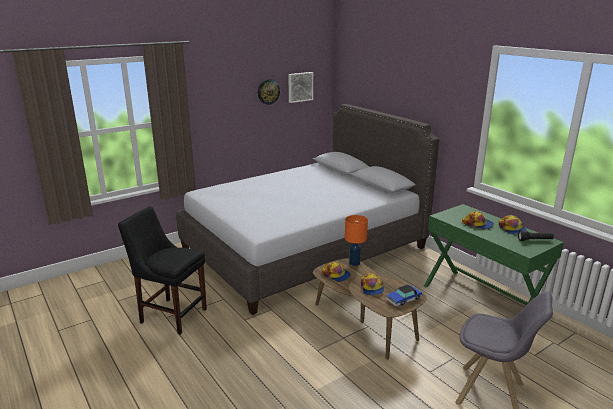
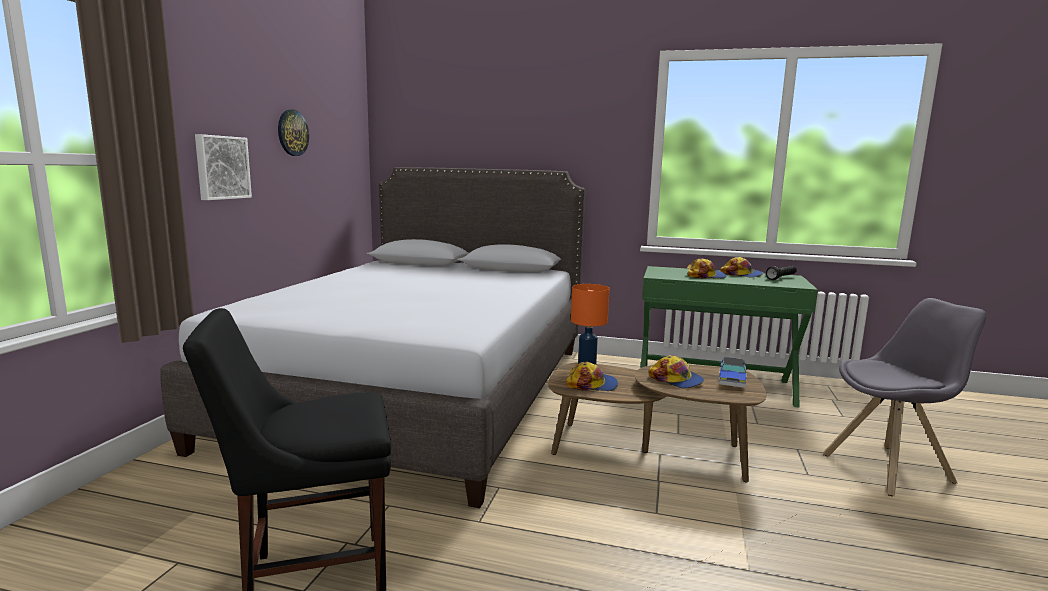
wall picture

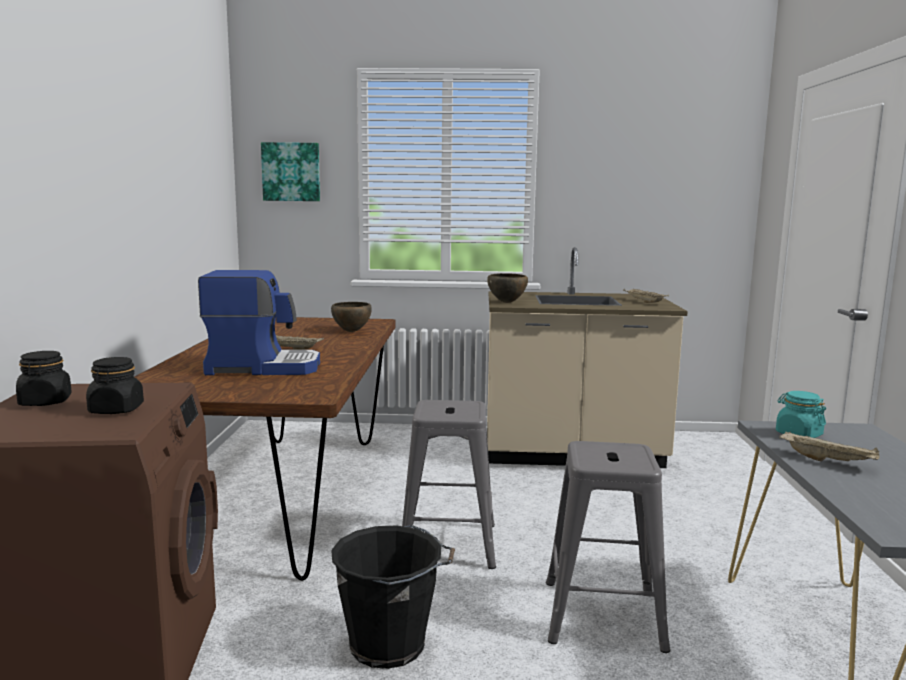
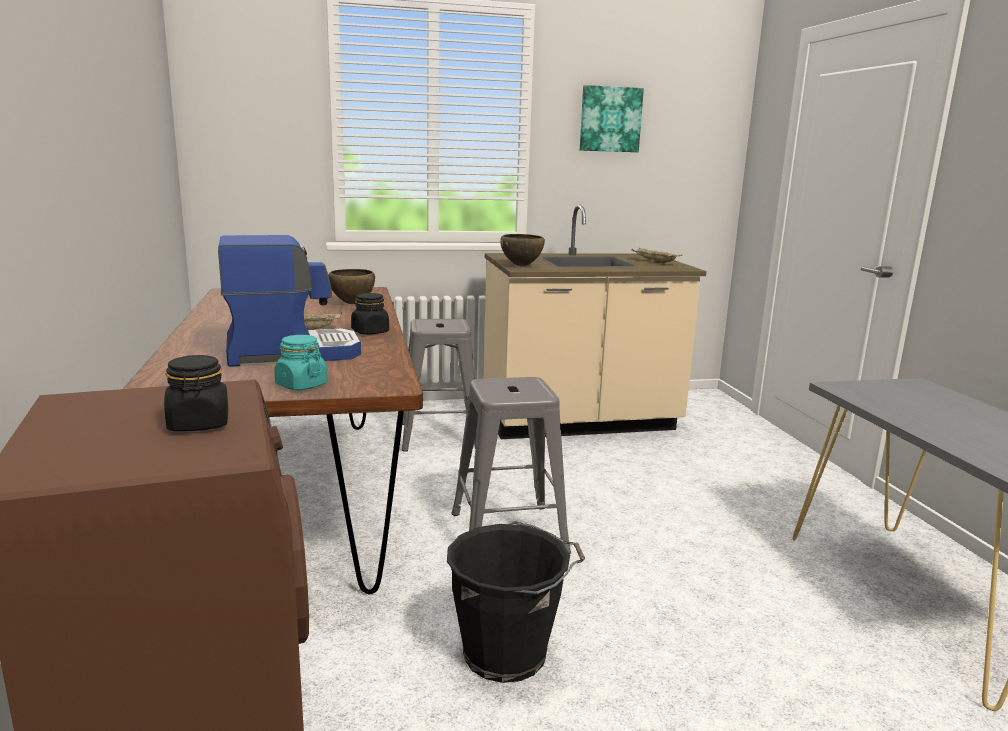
jar (black) (no. 2 from left)
wall picture
stool (greyish) (no. 1 from left)
jar (turquoise-coloured)
carrying tray (beige) (no. 3 from left in the first image)

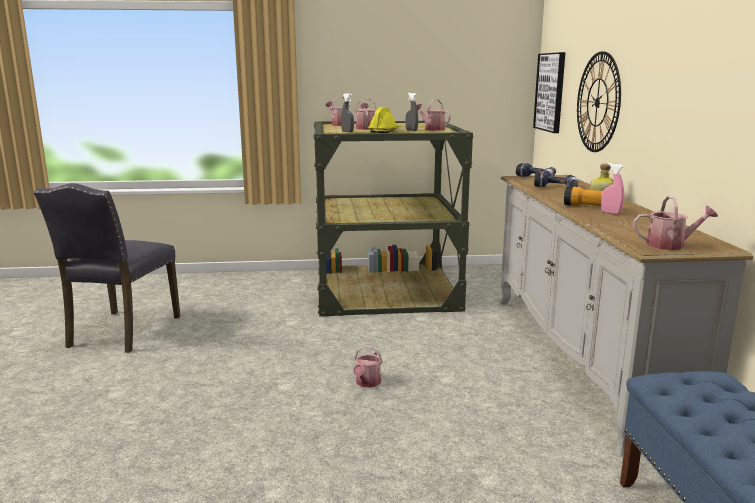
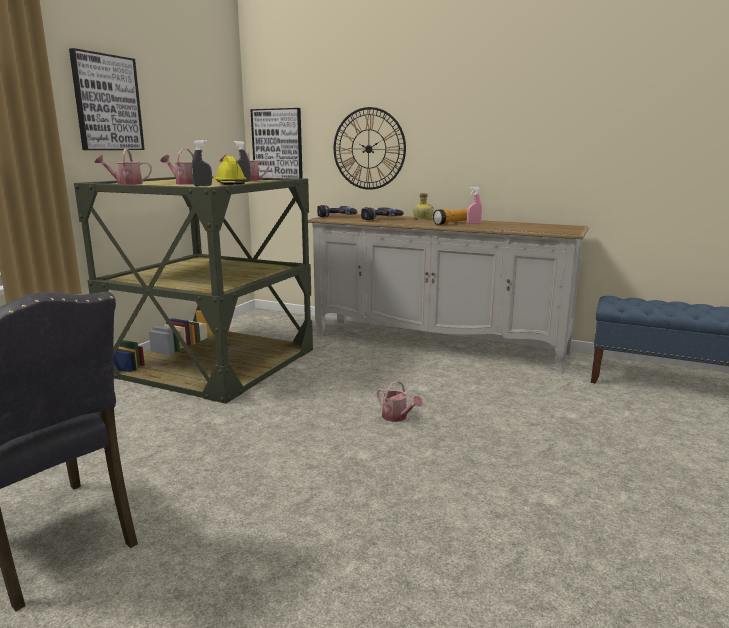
watering pot (no. 5 from left in the first image)
wall picture (no. 1 from left)

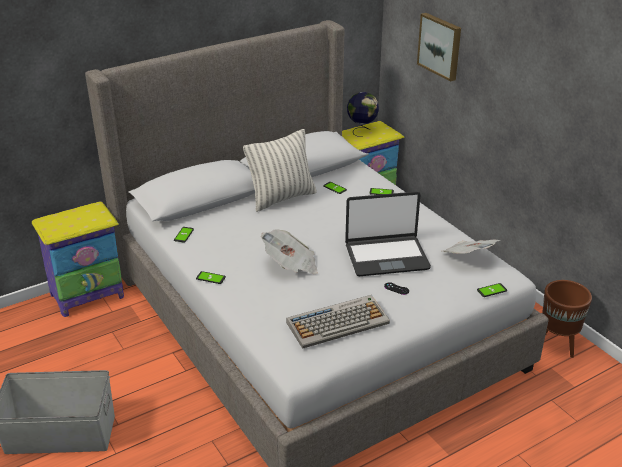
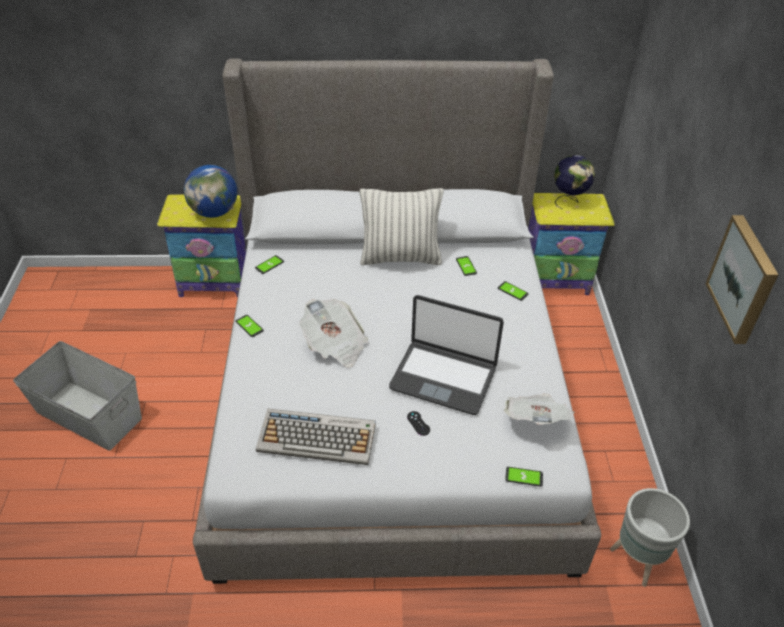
wall picture
planter (greyish)
globe (no. 1 from left)

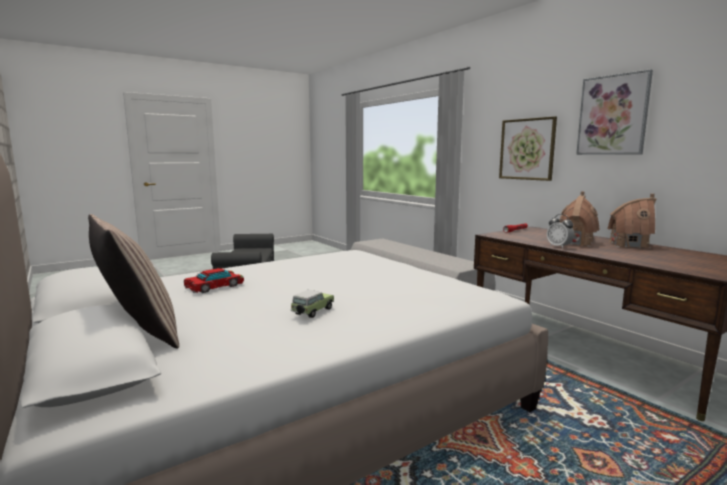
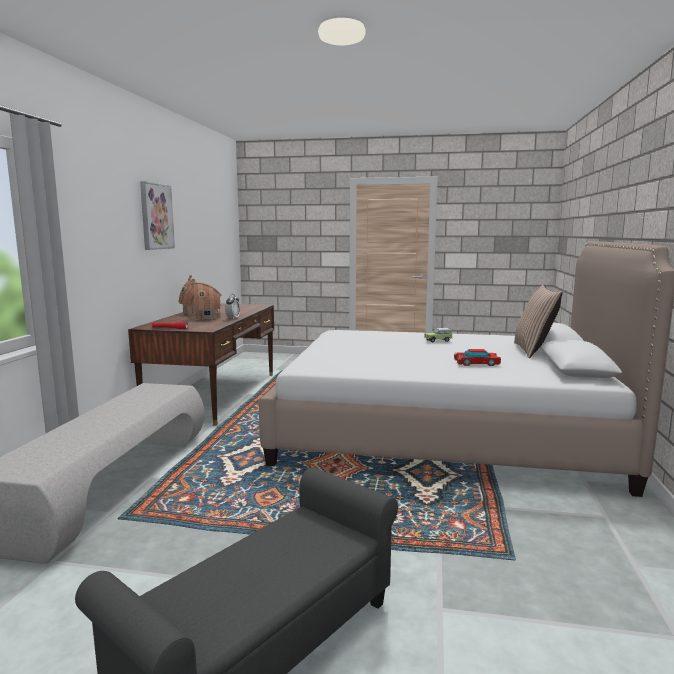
wall picture (no. 1 from left in the first image)

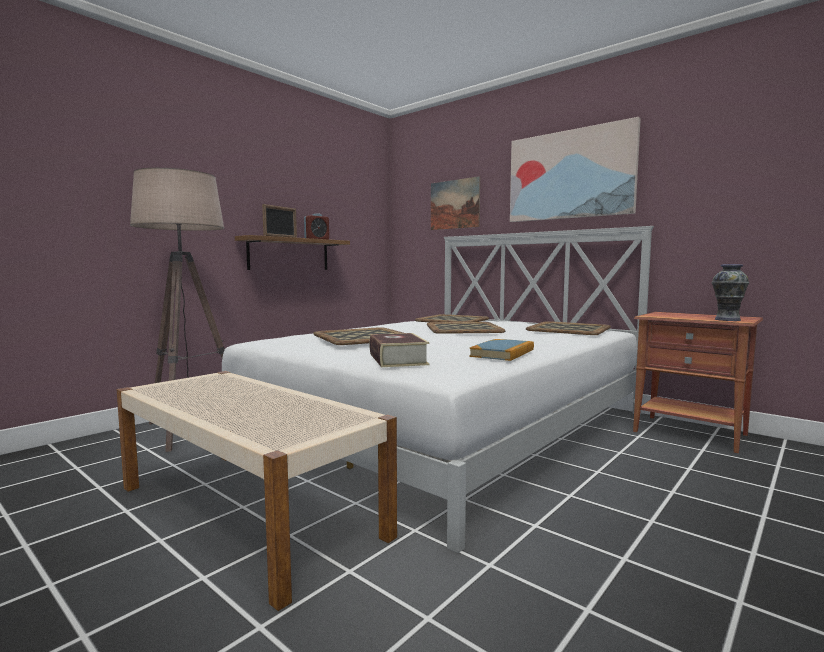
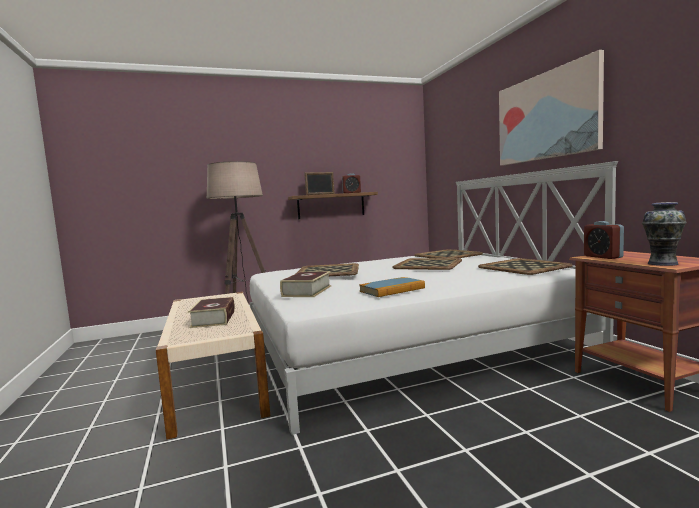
wall picture (no. 1 from left in the first image)
book (no. 1 from left)
bedside clock (no. 2 from left)

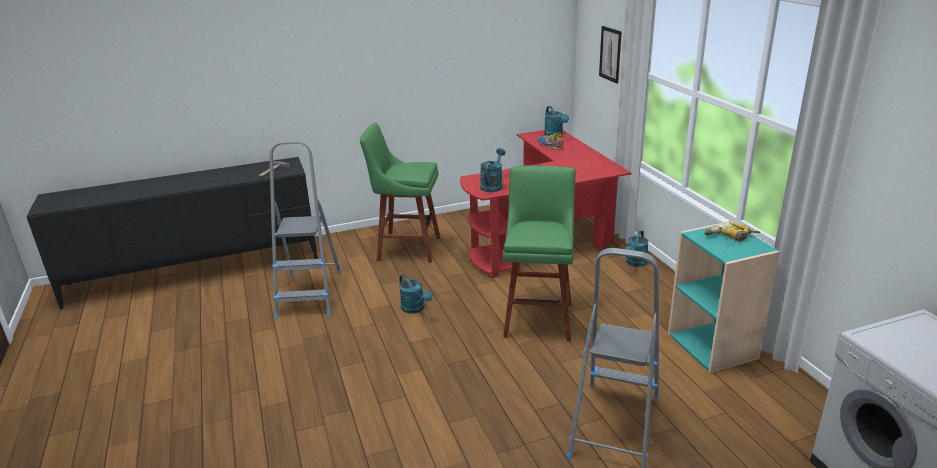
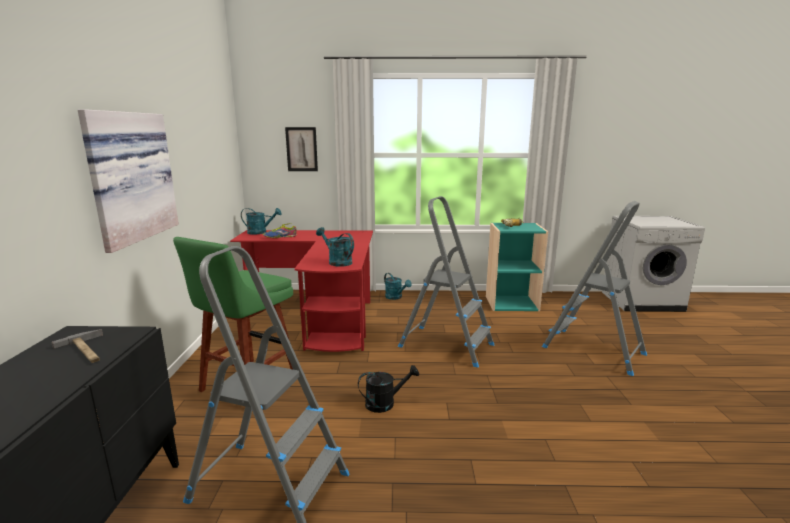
watering pot (black)
step stool (greyish) (no. 2 from left)
wall picture (no. 1 from left)

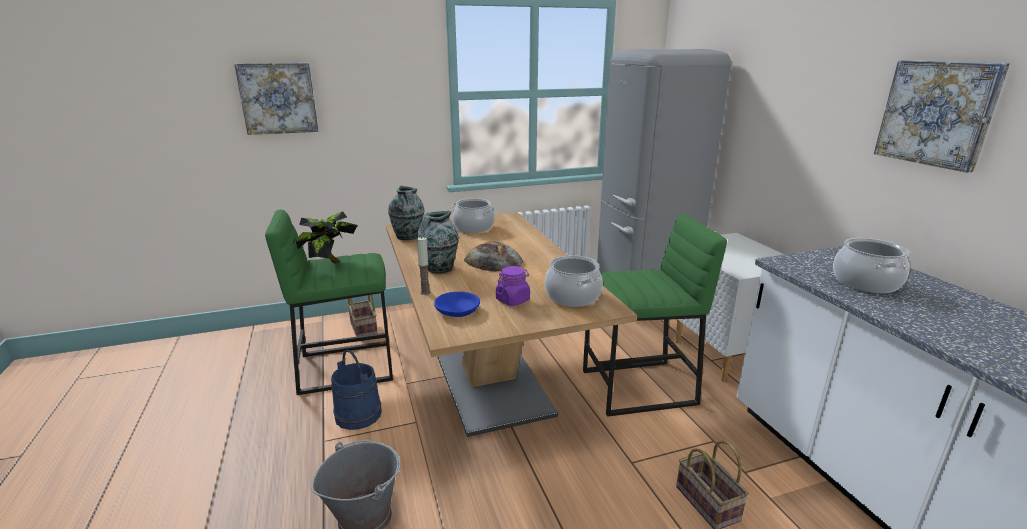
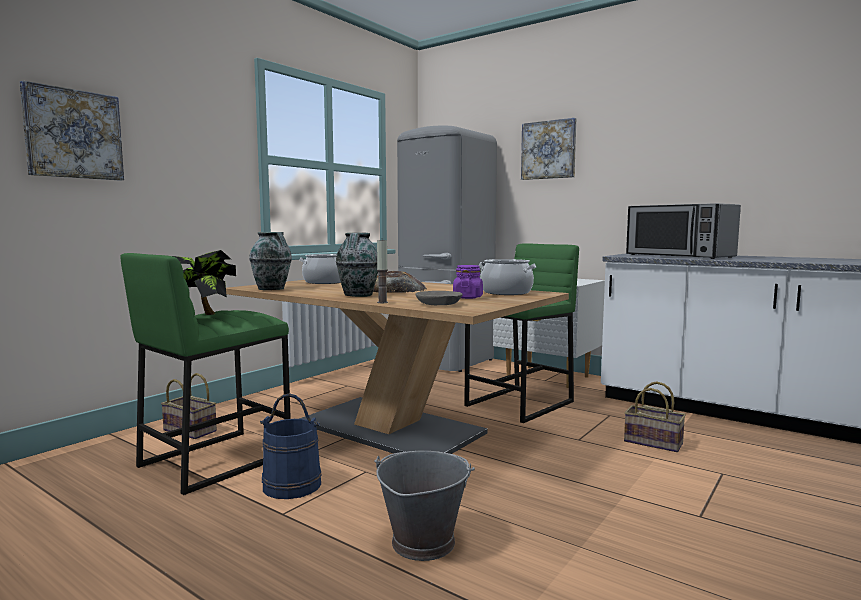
deep dish (greyish)
kitchen microwave
wall picture (no. 2 from left)

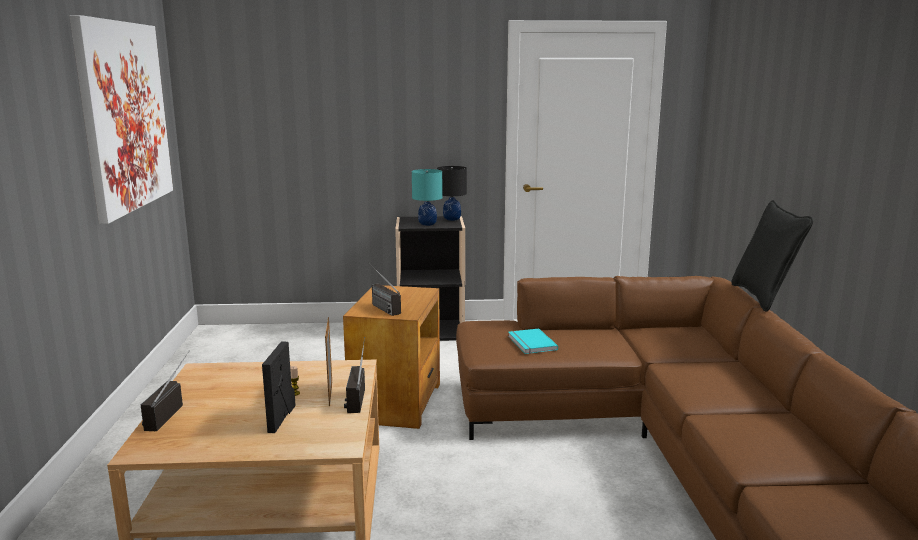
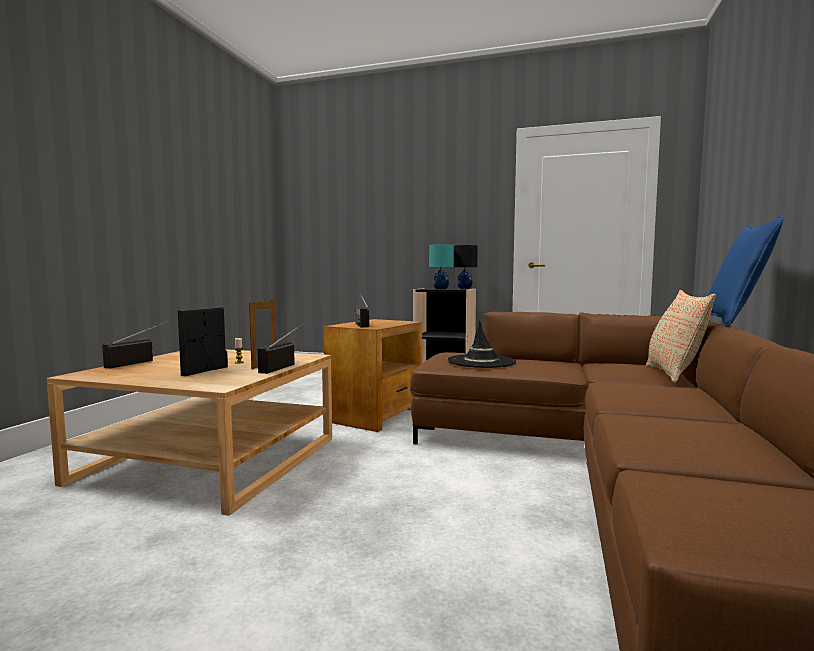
wall picture
clothing hat (black)
pillow (blue-coloured)
pillow (beige)

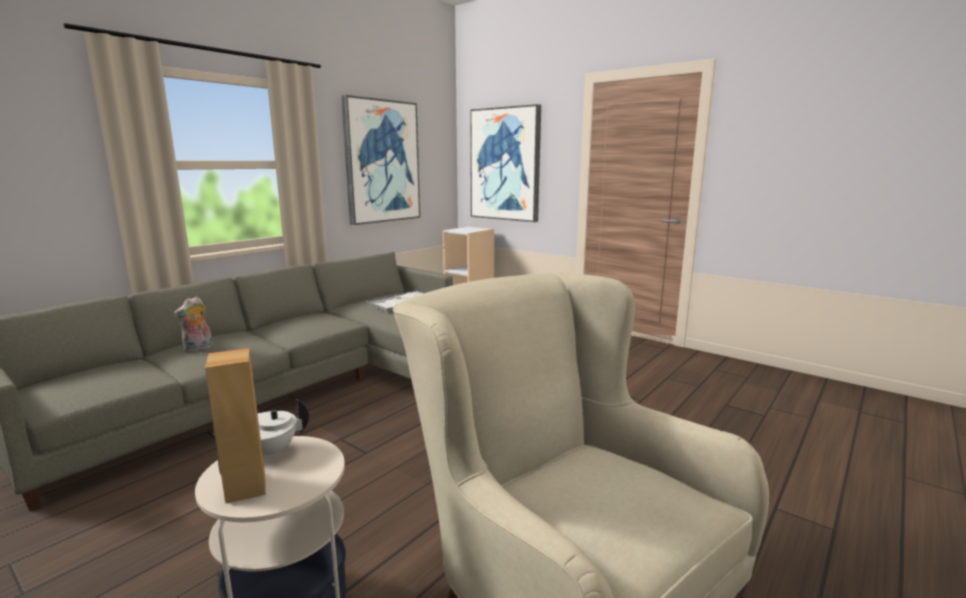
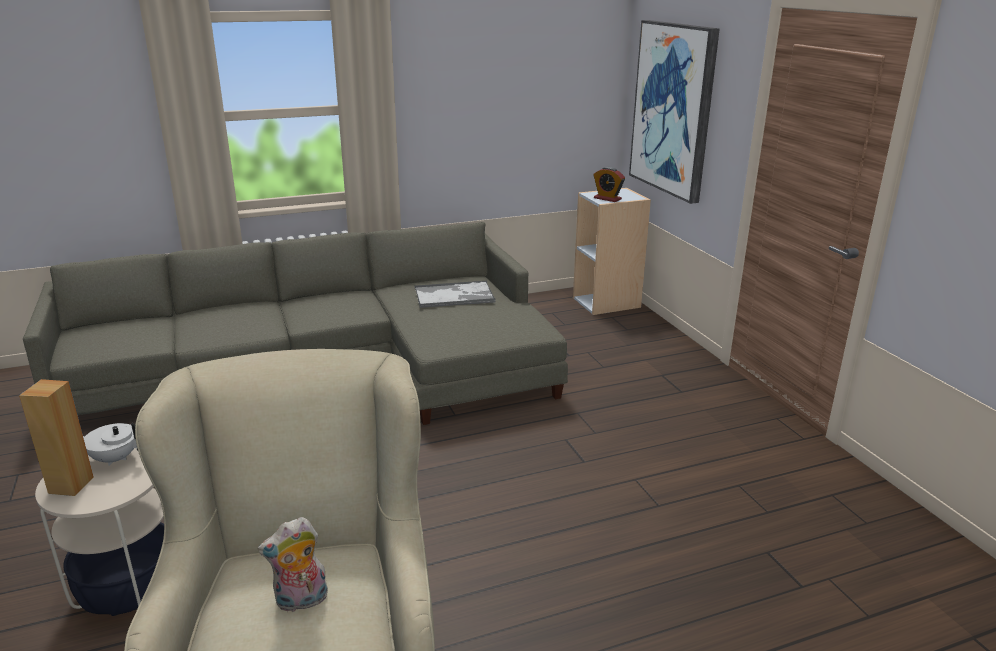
soft toy
wall picture (no. 1 from left in the first image)
bedside clock

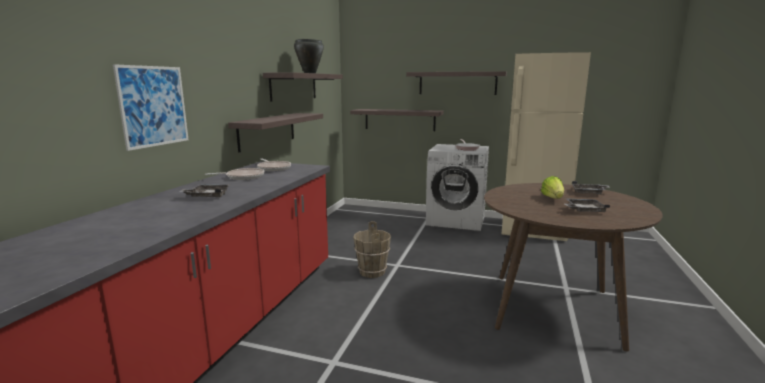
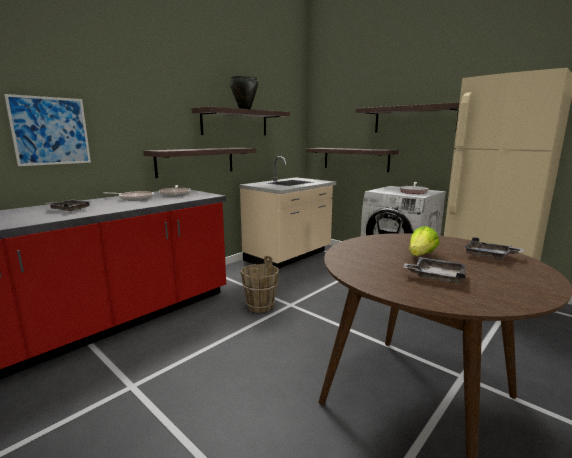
counter (beige)

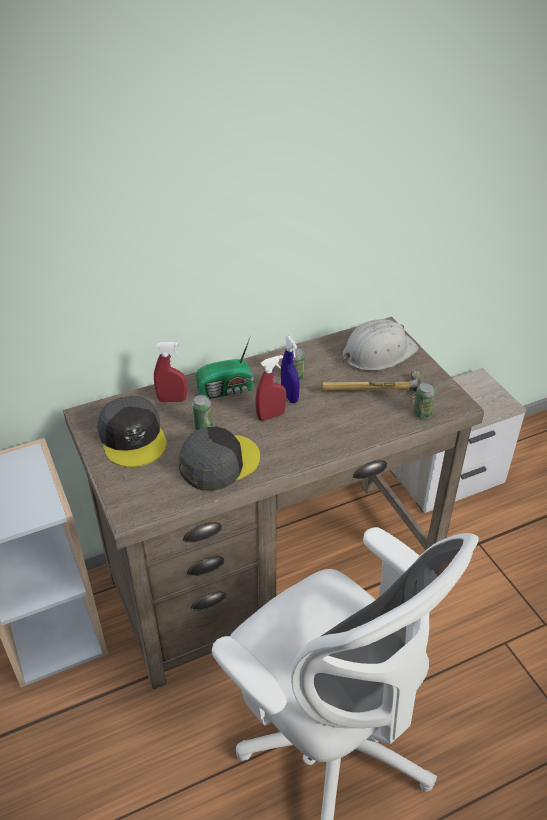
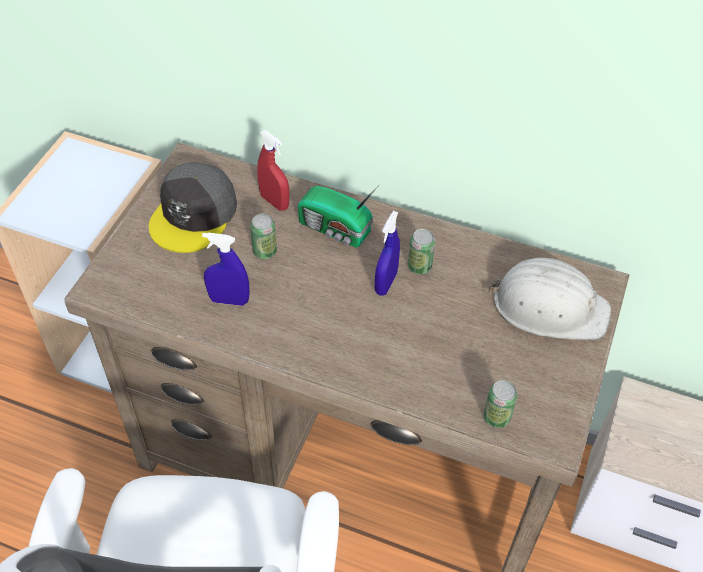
hand sprayer (blue-coloured) (no. 1 from left)
hand sprayer (red) (no. 2 from left in the first image)
tool hammer

